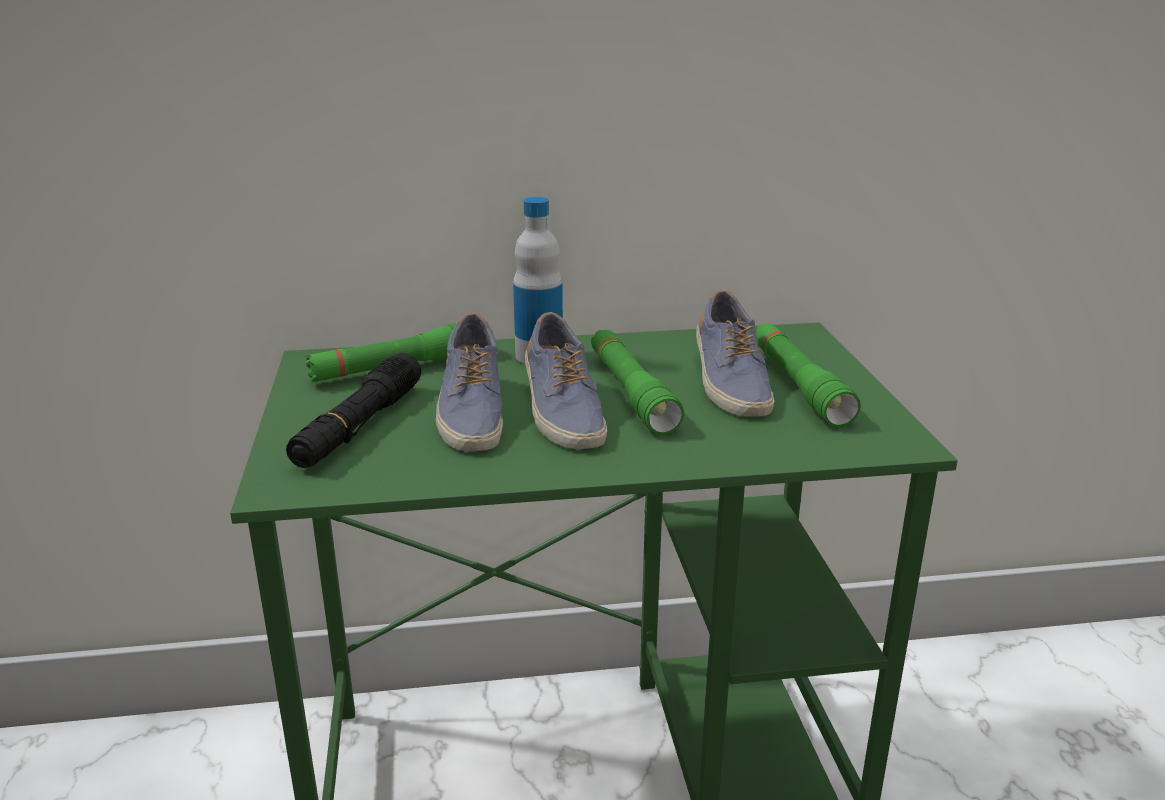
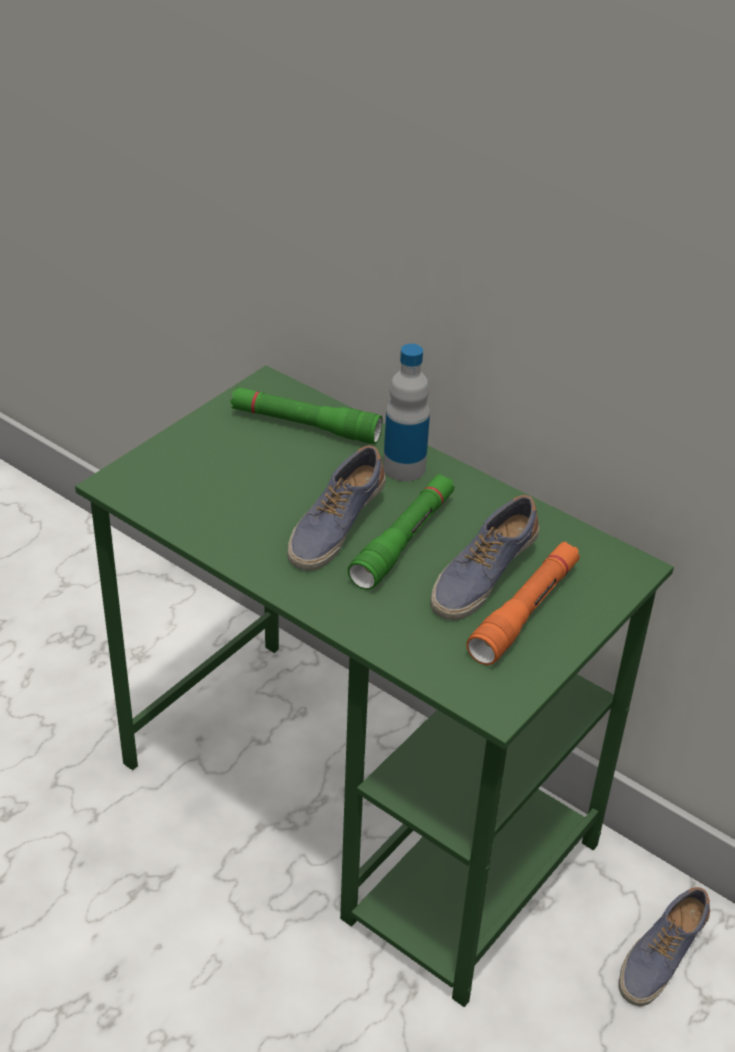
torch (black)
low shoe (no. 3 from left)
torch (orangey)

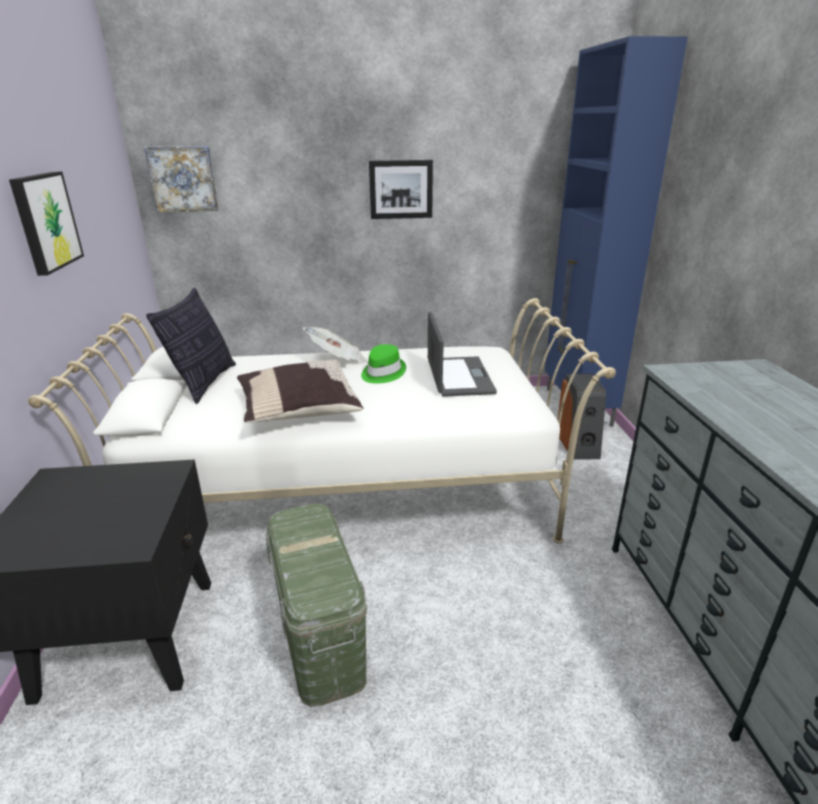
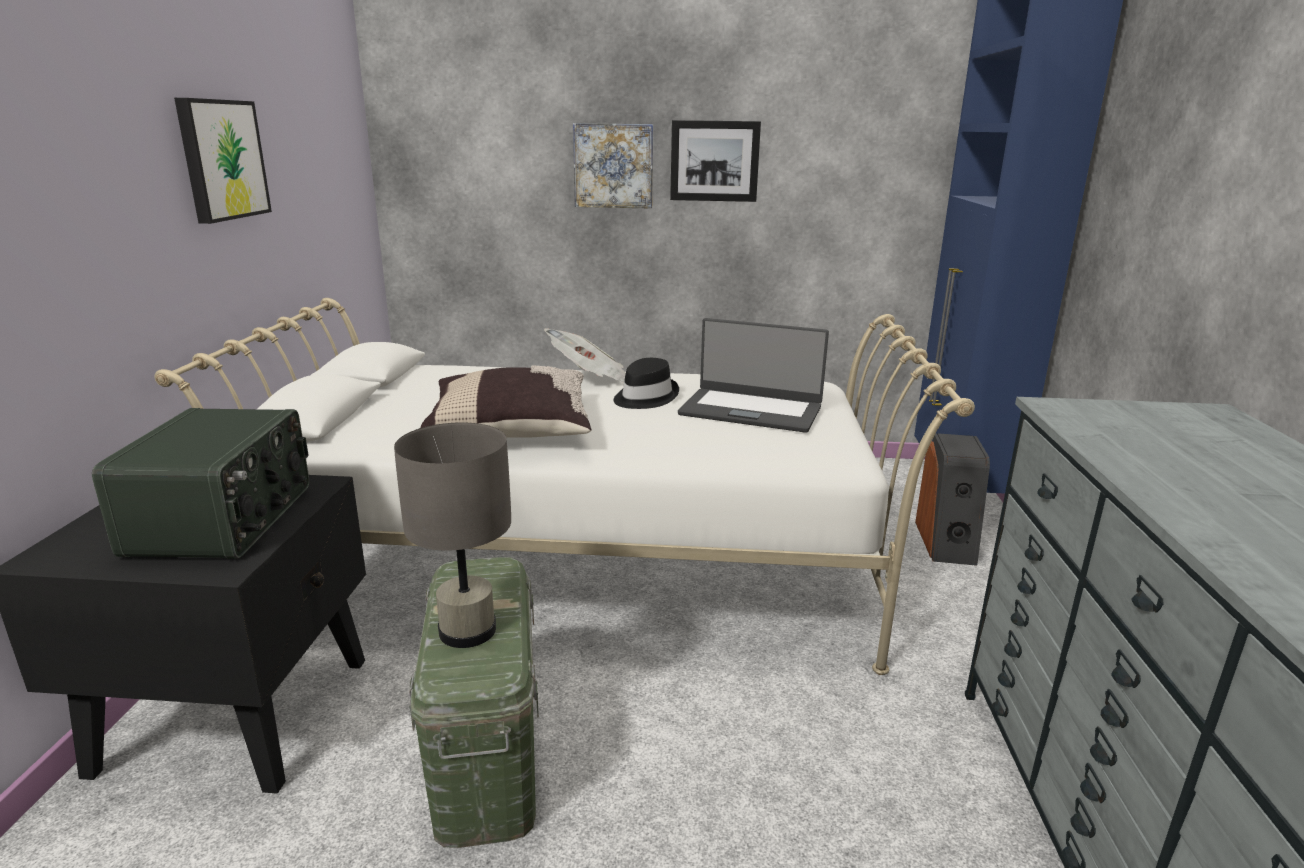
wall picture (no. 2 from left)
pillow (no. 1 from left in the first image)
clothing hat (black)
laptop
radio
lamp for a table (greyish)

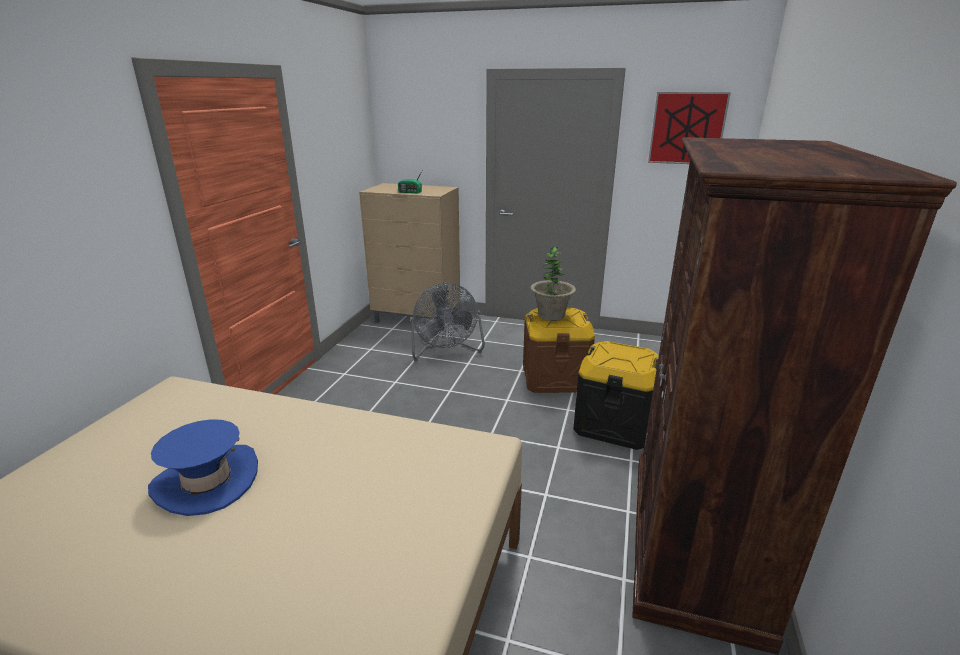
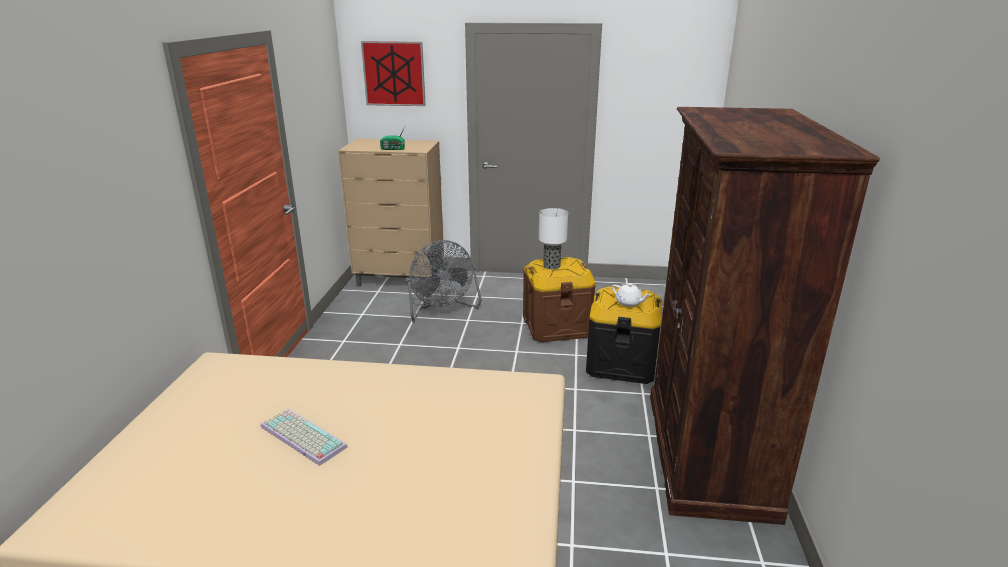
computer keyboard
lamp for a table
wall picture
teapot (white)

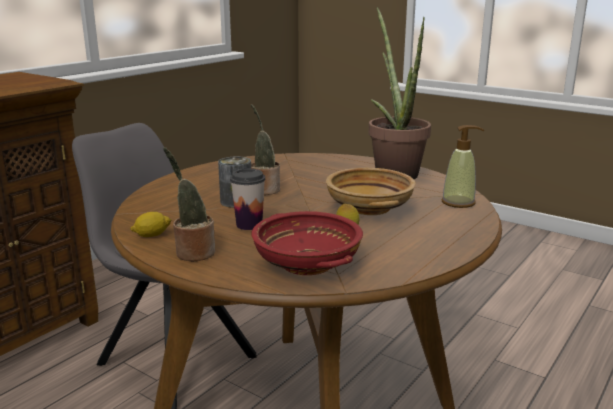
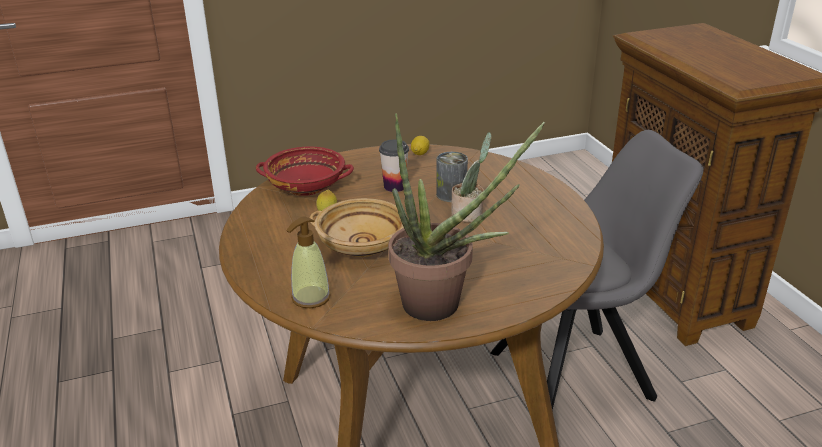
potted plant (no. 1 from left in the first image)

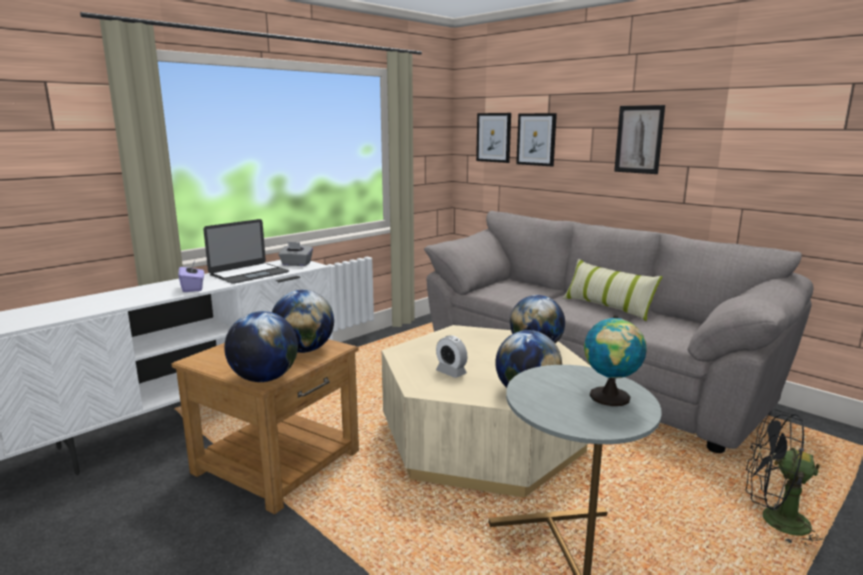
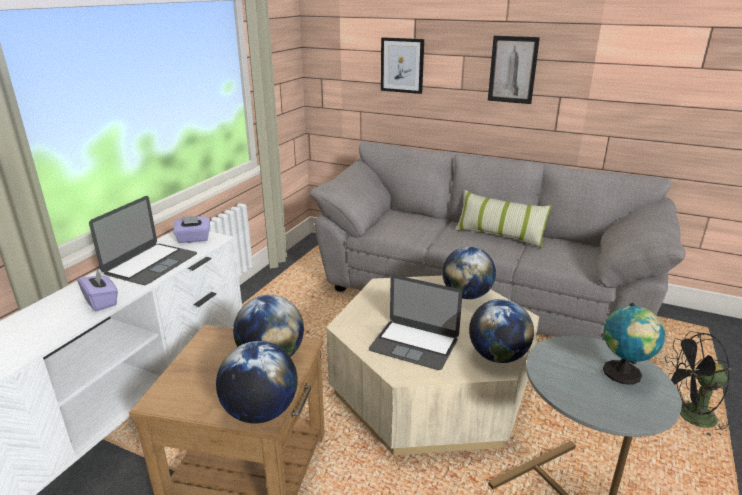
tissue holder (purple-coloured) (no. 2 from left)
laptop (no. 2 from left)
wall picture (no. 1 from left in the first image)

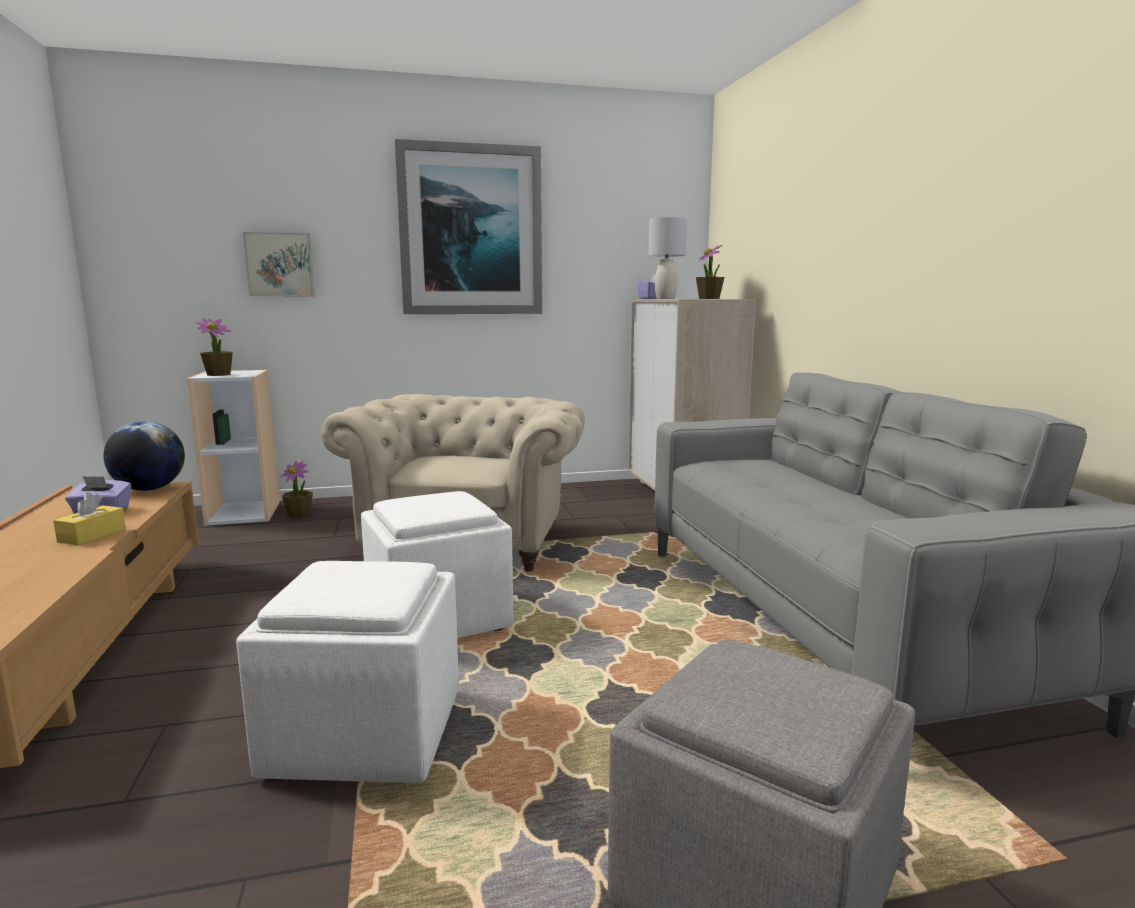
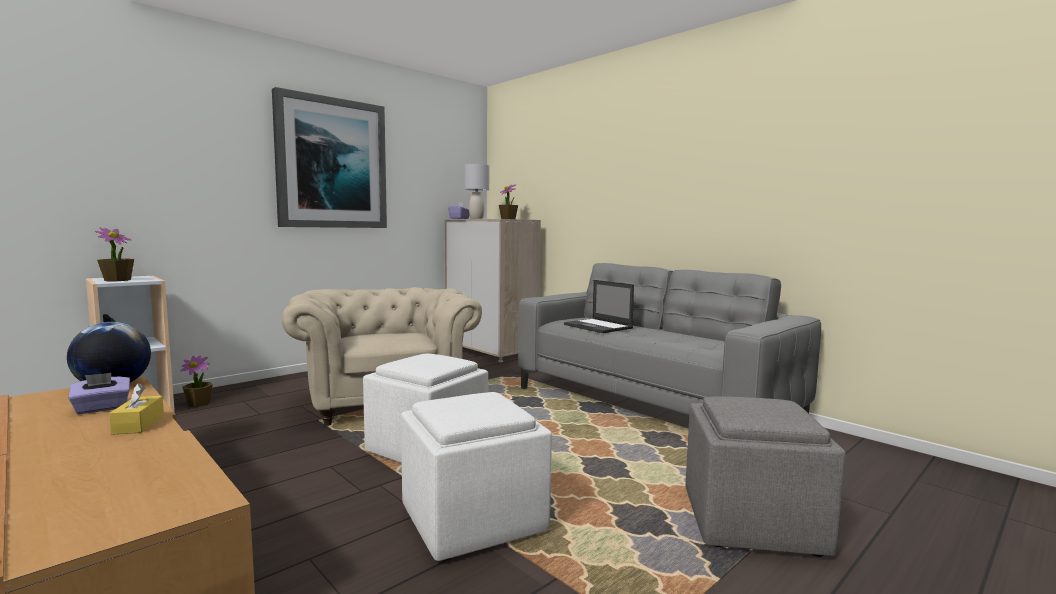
wall picture (no. 1 from left in the first image)
laptop

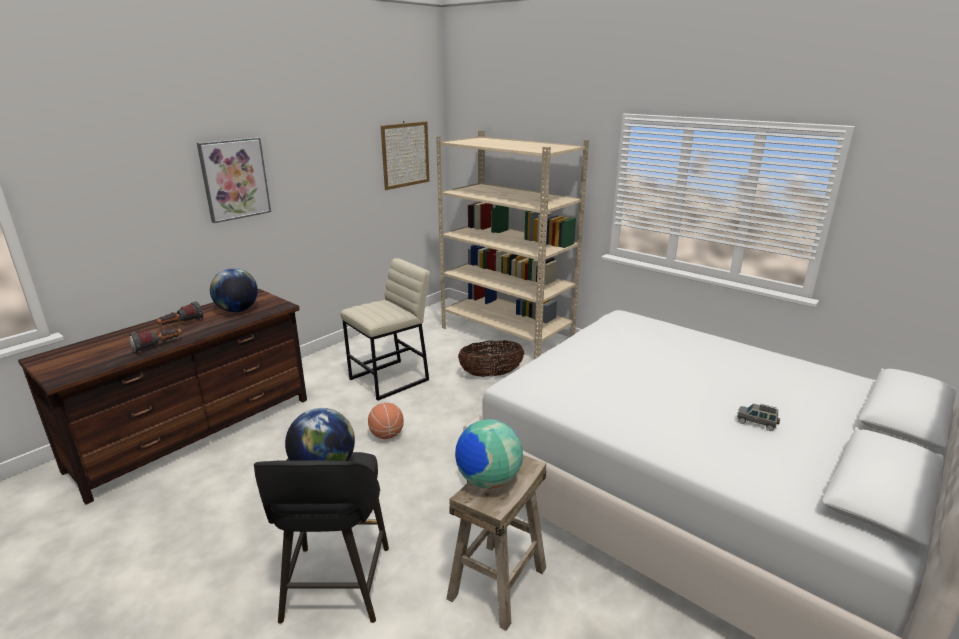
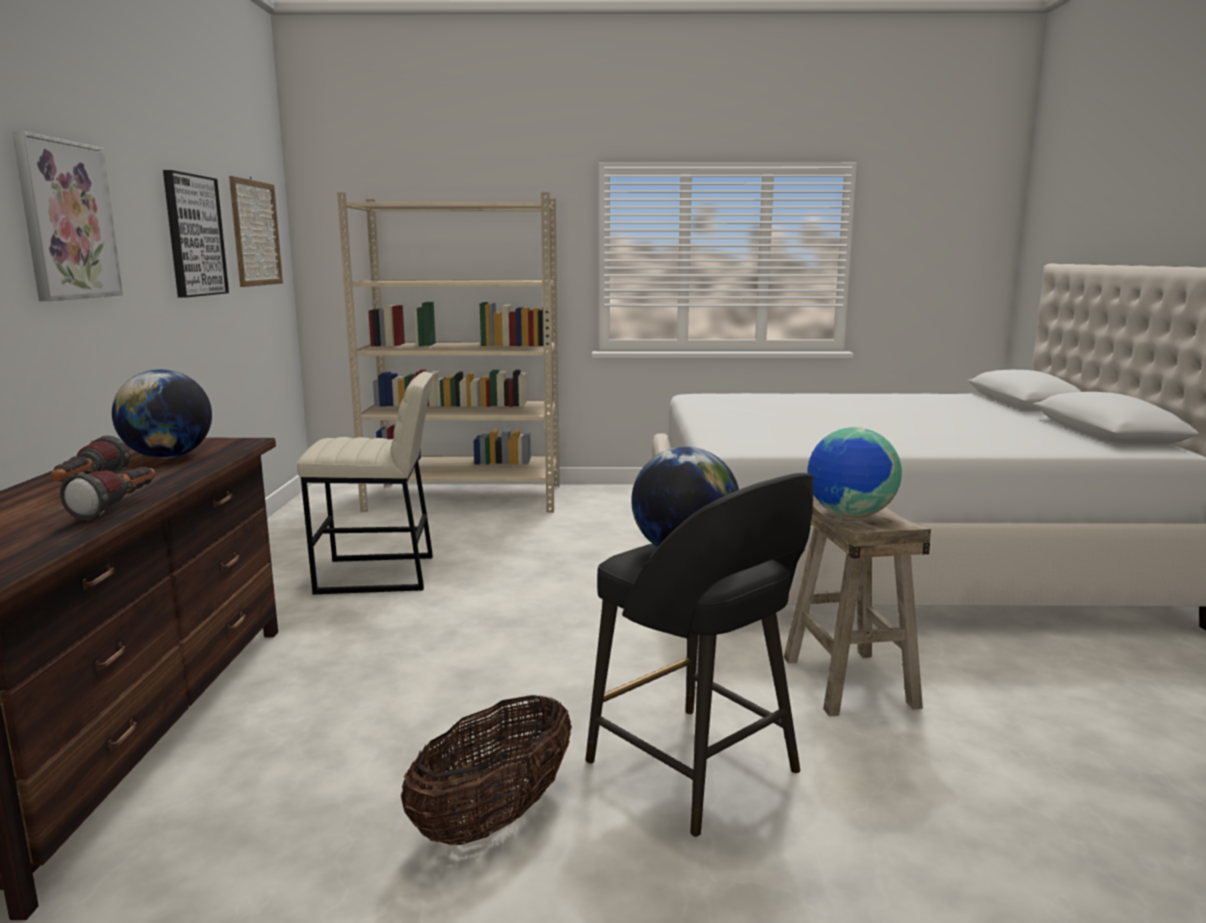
chair (beige)
basketball
basket
toy car (greyish)
wall picture (no. 2 from left)

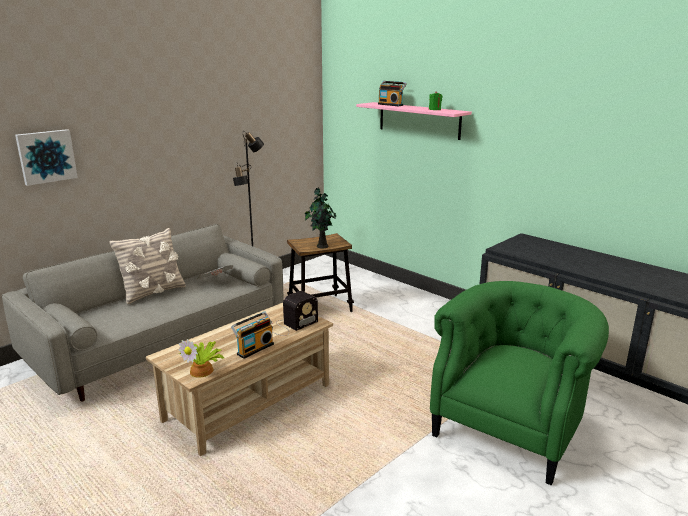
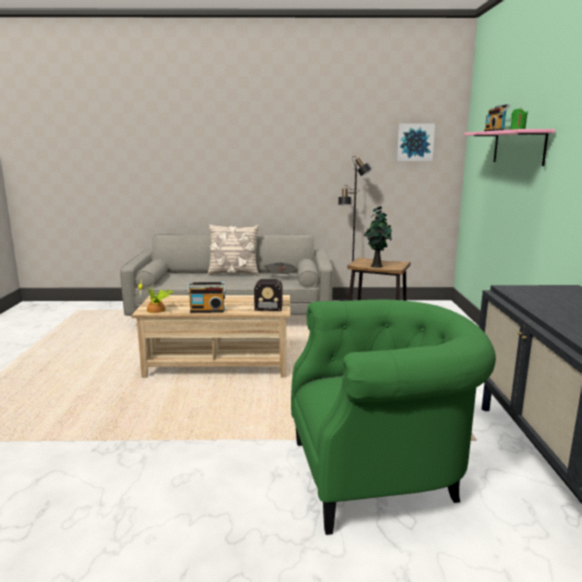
wall picture

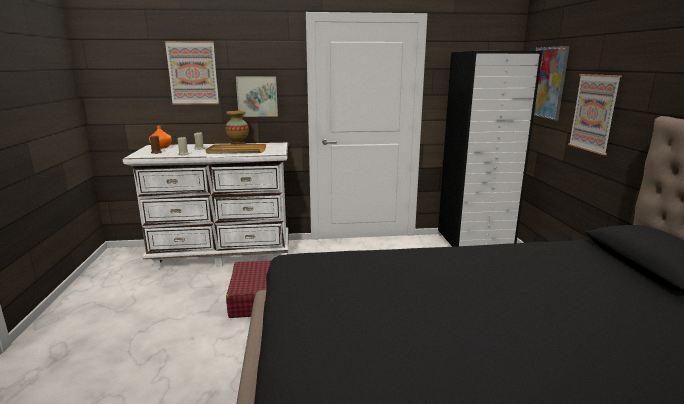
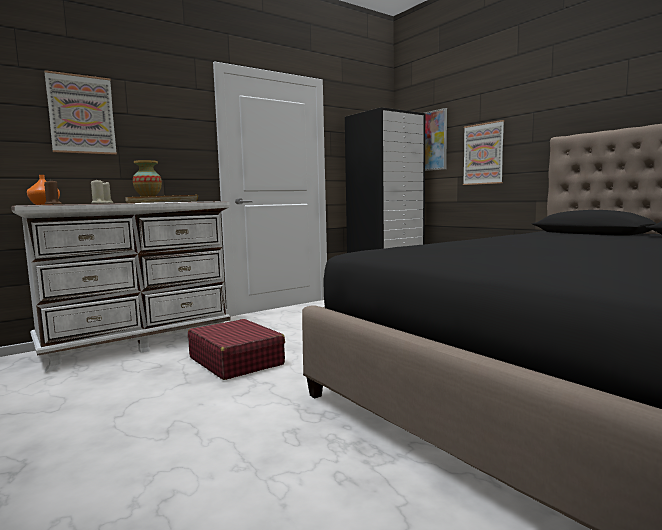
wall picture (no. 2 from left in the first image)

